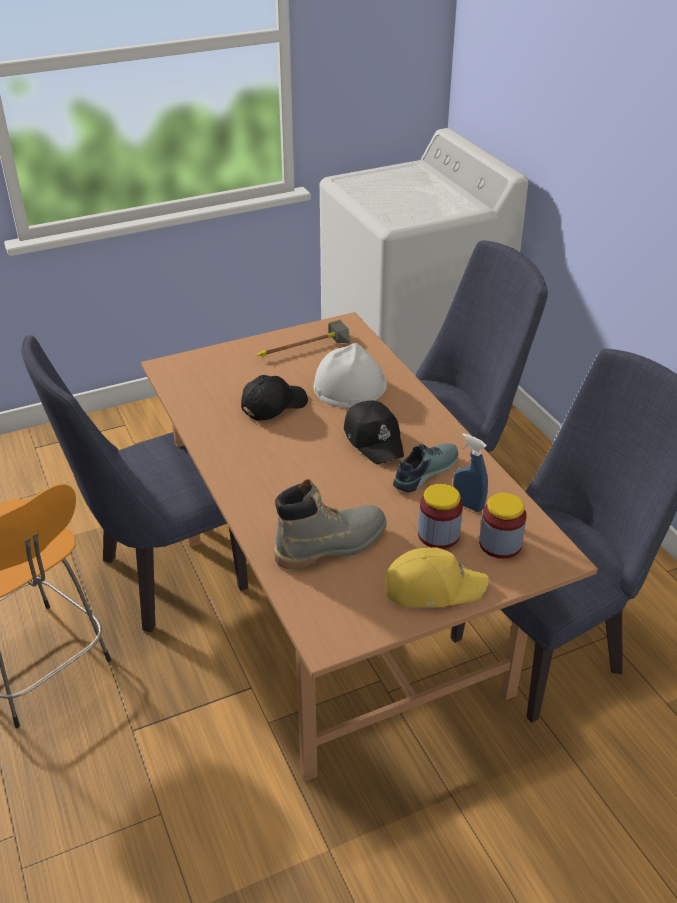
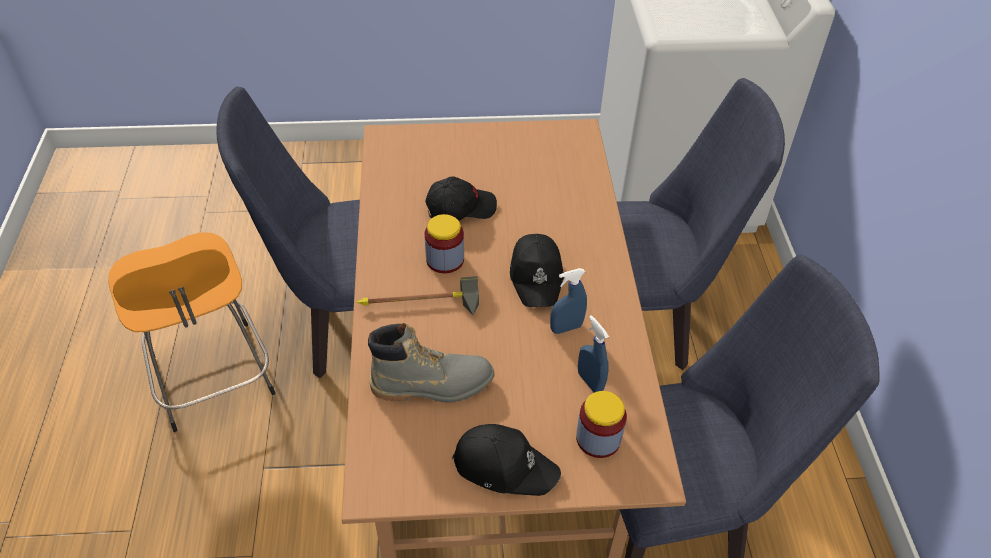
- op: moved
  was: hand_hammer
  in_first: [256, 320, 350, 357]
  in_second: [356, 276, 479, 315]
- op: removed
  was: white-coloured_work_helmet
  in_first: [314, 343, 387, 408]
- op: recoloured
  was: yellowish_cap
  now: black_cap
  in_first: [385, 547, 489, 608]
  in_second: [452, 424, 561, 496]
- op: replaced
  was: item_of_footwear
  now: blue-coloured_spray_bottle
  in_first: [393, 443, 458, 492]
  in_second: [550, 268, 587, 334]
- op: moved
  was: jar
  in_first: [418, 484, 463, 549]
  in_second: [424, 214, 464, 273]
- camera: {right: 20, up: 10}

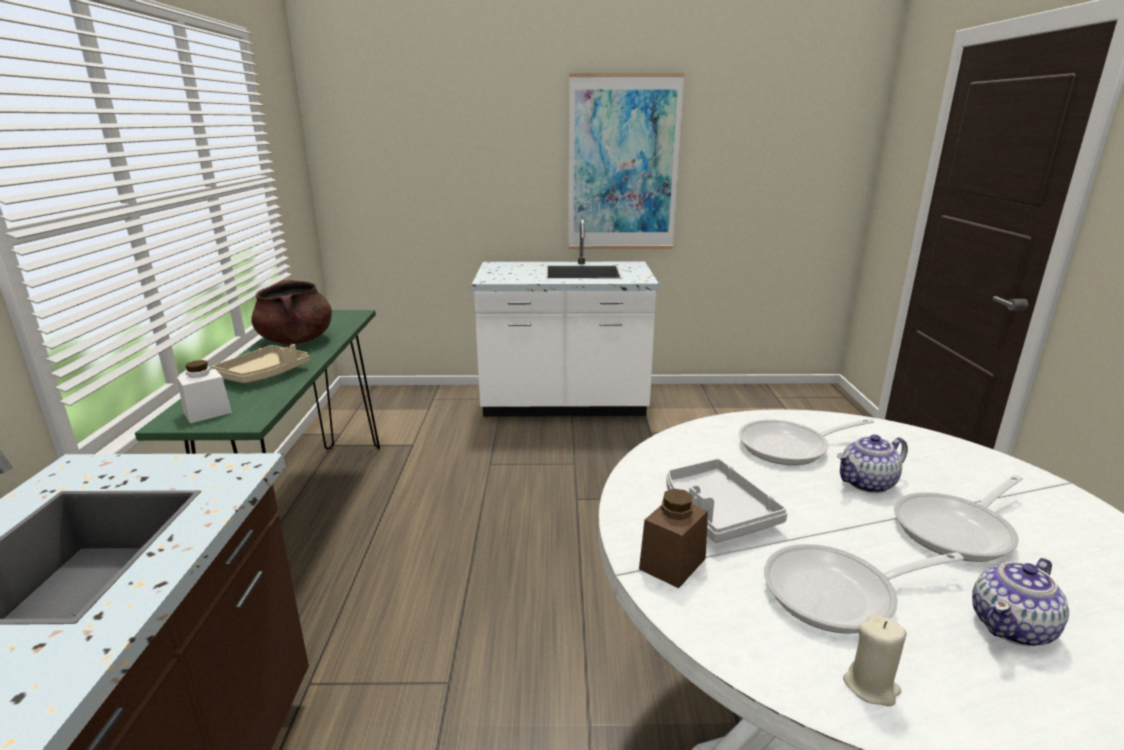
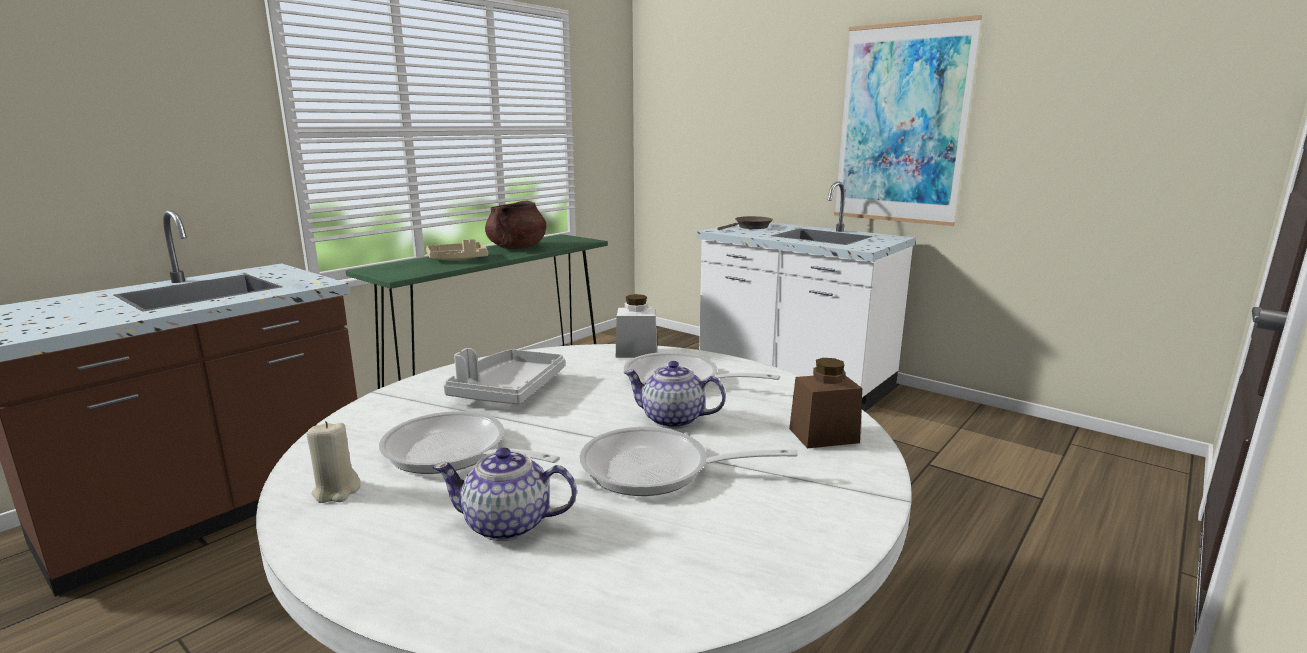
- op: moved
  was: white-coloured_jar
  in_first: [177, 360, 232, 423]
  in_second: [616, 294, 657, 358]
- op: moved
  was: brown-coloured_jar
  in_first: [639, 489, 708, 588]
  in_second: [789, 358, 862, 448]
- op: added
  now: brown-coloured_skillet
  in_second: [717, 216, 773, 230]
- camera: {right: 40, up: -5}

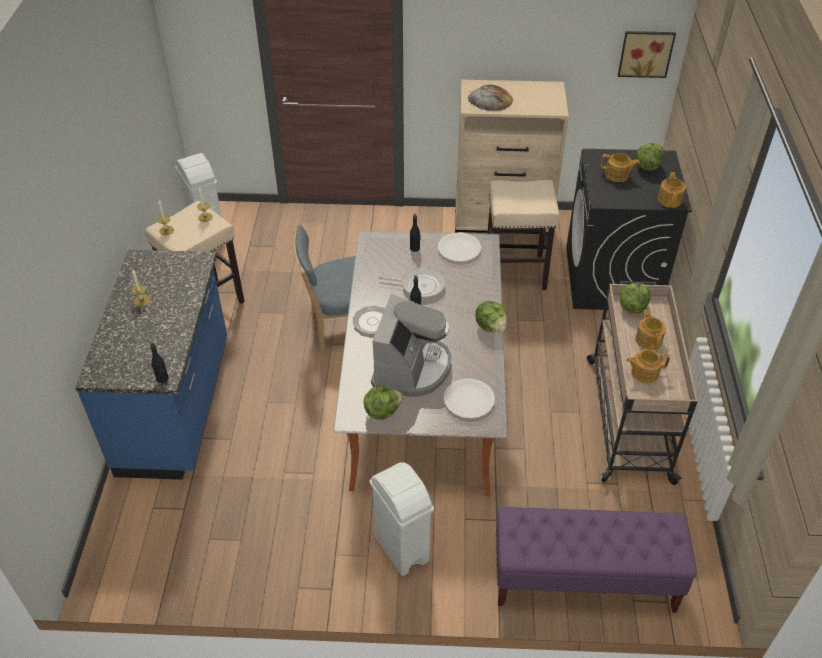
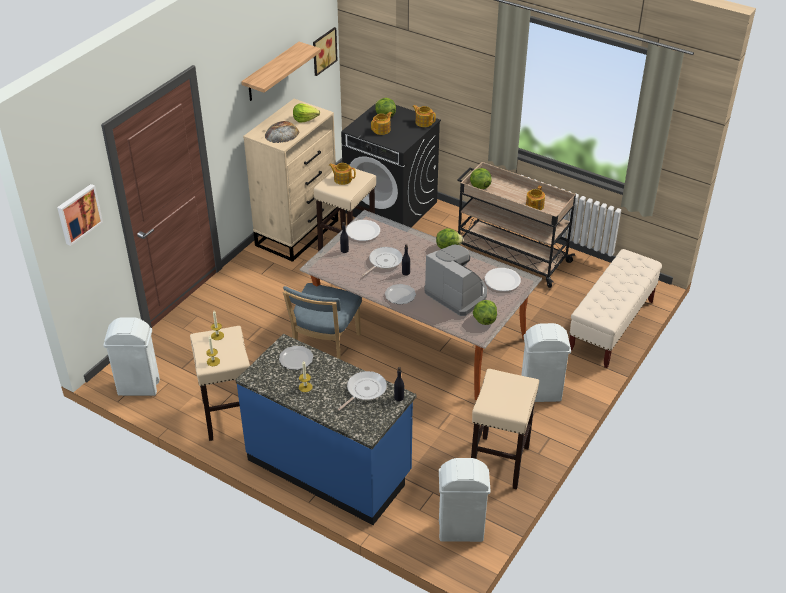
- op: recoloured
  was: purple-coloured_bench
  now: beige_bench
  in_first: [496, 507, 697, 613]
  in_second: [569, 249, 662, 368]
- op: moved
  was: tea_pot
  in_first: [635, 310, 666, 350]
  in_second: [329, 163, 356, 185]
- op: added
  now: wall_picture
  in_second: [57, 184, 103, 246]
- op: added
  now: bracket_shelf
  in_second: [241, 42, 321, 101]
- op: added
  now: plate
  in_second: [279, 346, 314, 370]
- op: added
  now: lettuce_head
  in_second: [293, 104, 320, 122]
- op: added
  now: skillet
  in_second: [338, 371, 387, 411]
- op: added
  now: white-coloured_rubbish_bin
  in_second: [439, 458, 491, 542]
- op: added
  now: beige_sitting_stool
  in_second: [471, 369, 539, 489]
- camera: {right: -60, up: -5}

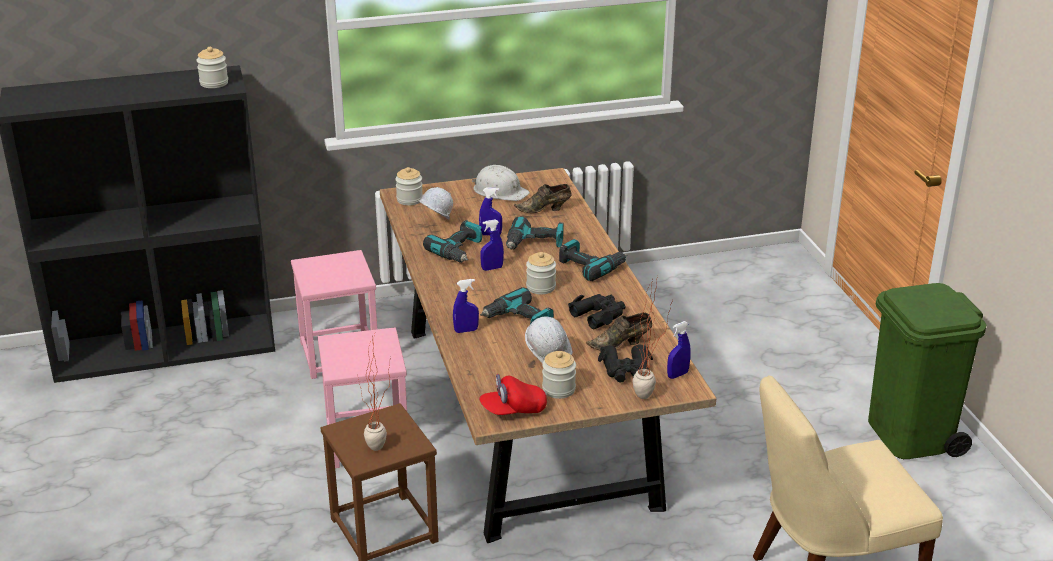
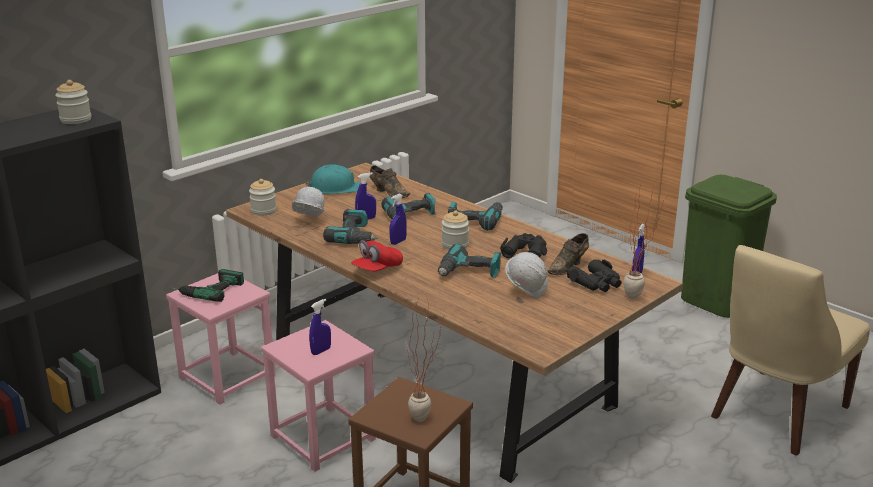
- op: moved
  was: blue-coloured_spray_bottle
  in_first: [453, 279, 479, 333]
  in_second: [309, 299, 331, 355]
- op: recoloured
  was: white-coloured_work_helmet
  now: blue-green_work_helmet
  in_first: [472, 165, 530, 201]
  in_second: [306, 164, 360, 194]
- op: moved
  was: red_cap
  in_first: [479, 374, 547, 415]
  in_second: [351, 240, 403, 271]
- op: turned
  was: brown-coloured_item_of_footwear
  in_first: [514, 184, 571, 213]
  in_second: [370, 165, 410, 198]
  clockwise: -105
- op: removed
  was: jar
  in_first: [542, 351, 576, 399]
- op: added
  now: power_drill
  in_second: [170, 269, 244, 302]
- camera: {right: -30, up: -5}

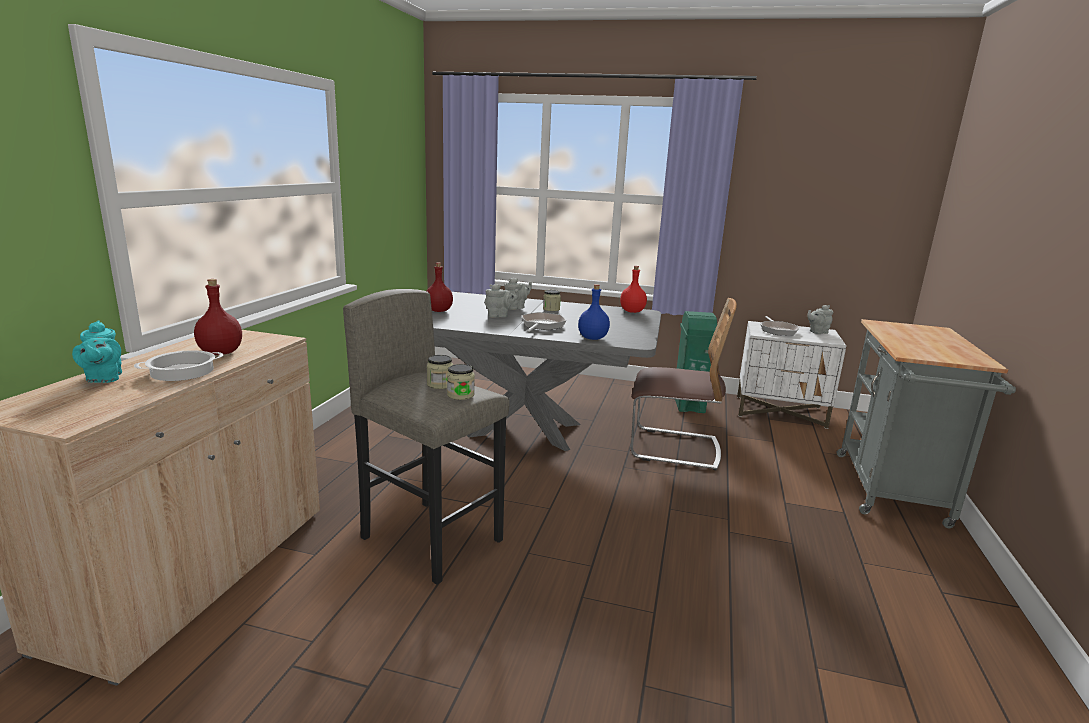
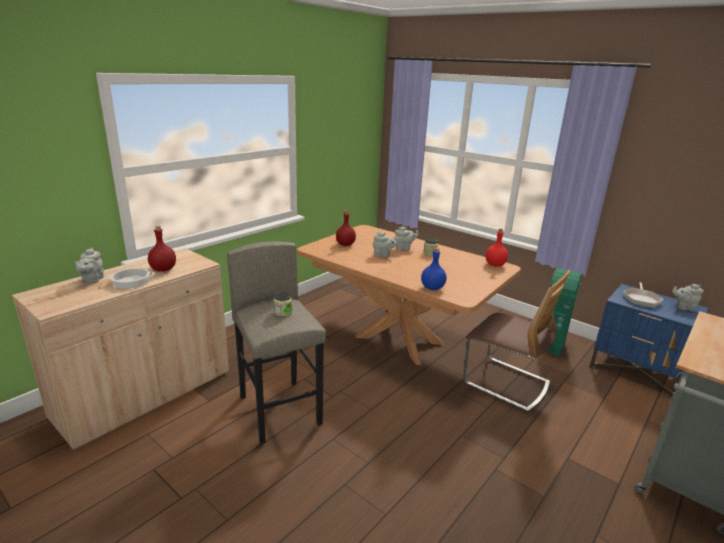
- op: recoloured
  was: blue-green_tea_pot
  now: grey_tea_pot
  in_first: [72, 320, 122, 383]
  in_second: [75, 247, 104, 284]
- op: recoloured
  was: grey_dinner_table
  now: brown-coloured_dinner_table
  in_first: [432, 292, 661, 451]
  in_second: [297, 225, 521, 365]
- op: removed
  was: jar
  in_first: [447, 364, 475, 400]
- op: removed
  was: skillet
  in_first: [522, 312, 566, 332]
- op: recoloured
  was: white-coloured_bedside_table
  now: blue-coloured_bedside_table
  in_first: [737, 321, 846, 429]
  in_second: [590, 284, 708, 397]
- camera: {right: 25, up: 5}

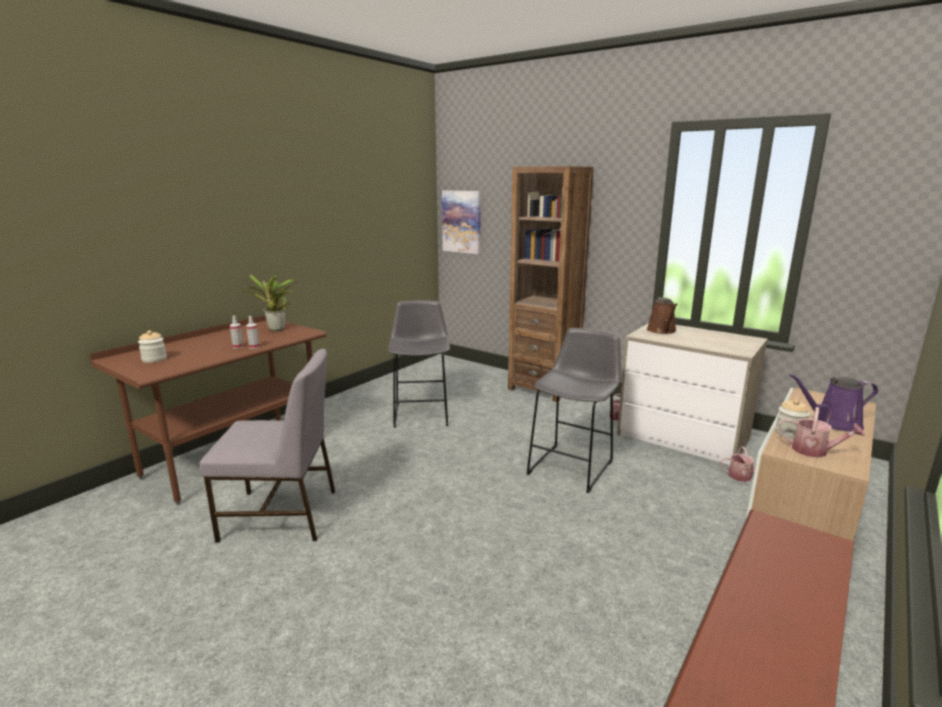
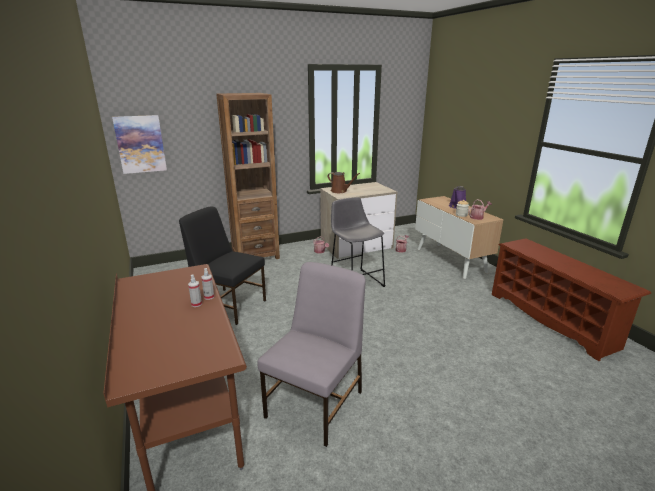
- op: removed
  was: jar
  in_first: [138, 330, 167, 363]
- op: removed
  was: potted_plant
  in_first: [242, 275, 298, 331]
- op: replaced
  was: grey_sitting_stool
  now: black_plain_chair
  in_first: [388, 300, 450, 428]
  in_second: [179, 206, 266, 325]
- camera: {right: -60, up: 5}

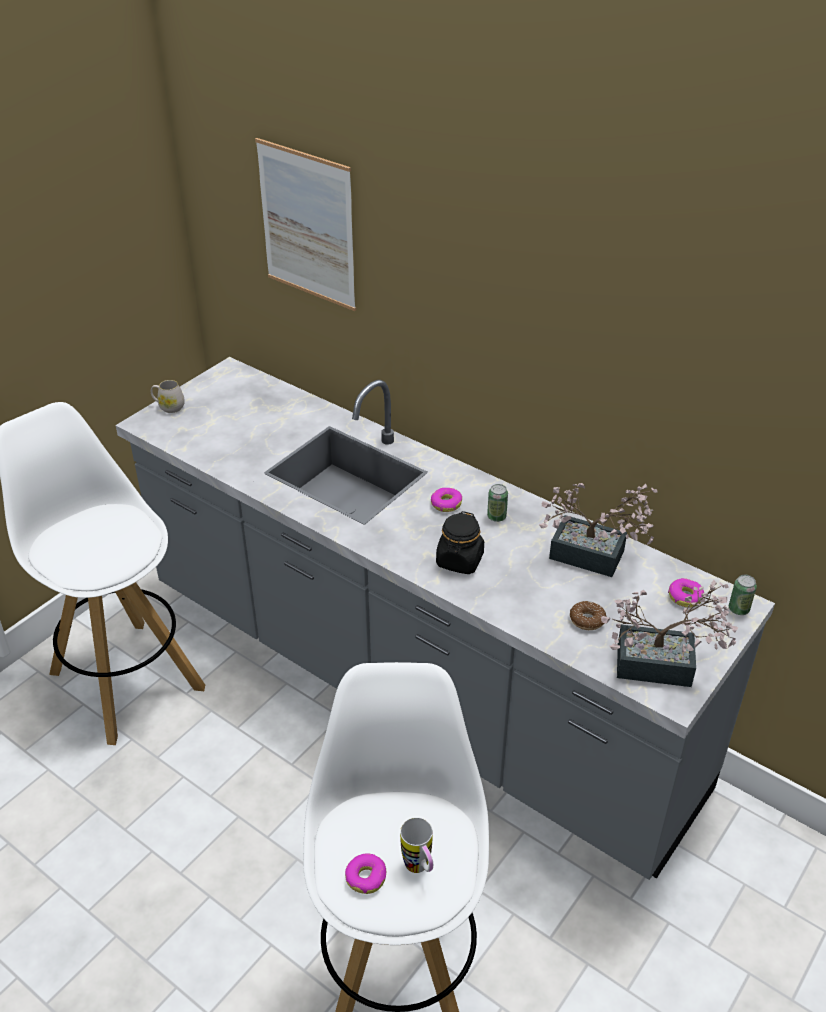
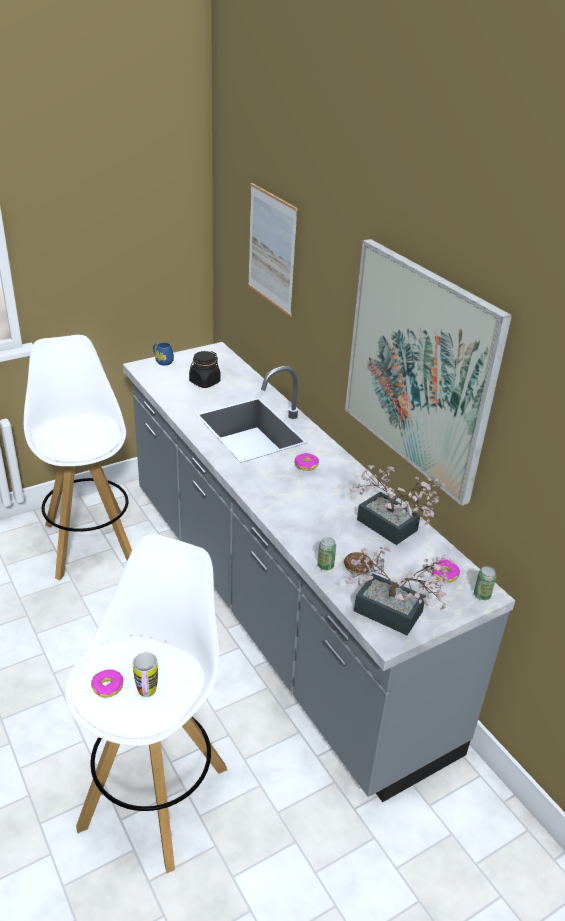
- op: recoloured
  was: white-coloured_coffee_mug
  now: blue-coloured_coffee_mug
  in_first: [151, 380, 185, 413]
  in_second: [153, 342, 174, 366]
- op: moved
  was: black_jar
  in_first: [436, 511, 484, 574]
  in_second: [189, 351, 221, 388]
- op: moved
  was: metal_can
  in_first: [487, 484, 508, 522]
  in_second: [317, 537, 336, 570]
- op: added
  now: wall_picture
  in_second: [345, 239, 512, 506]
- camera: {right: 20, up: -5}

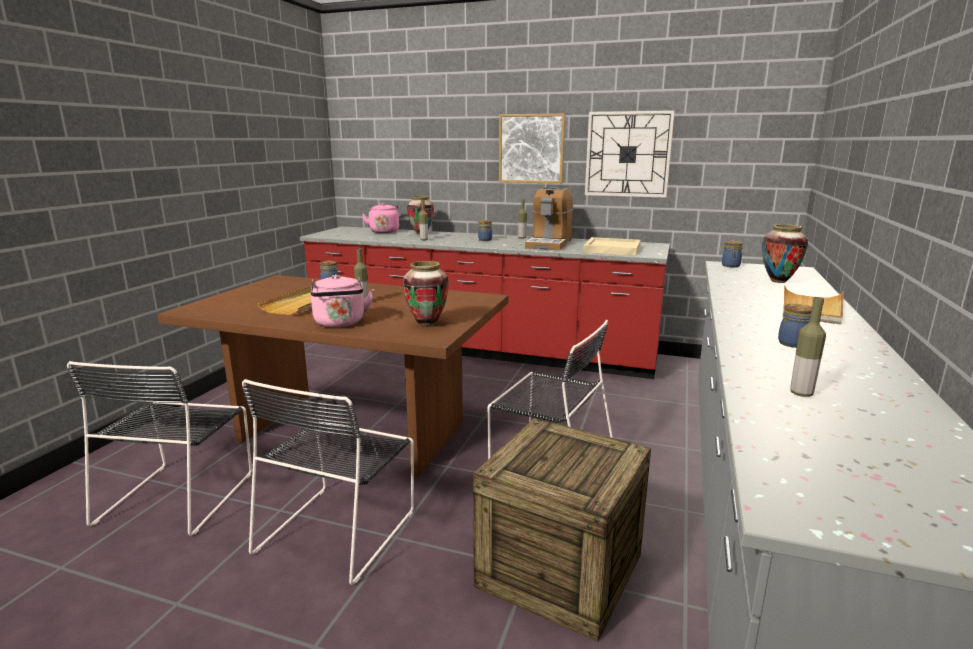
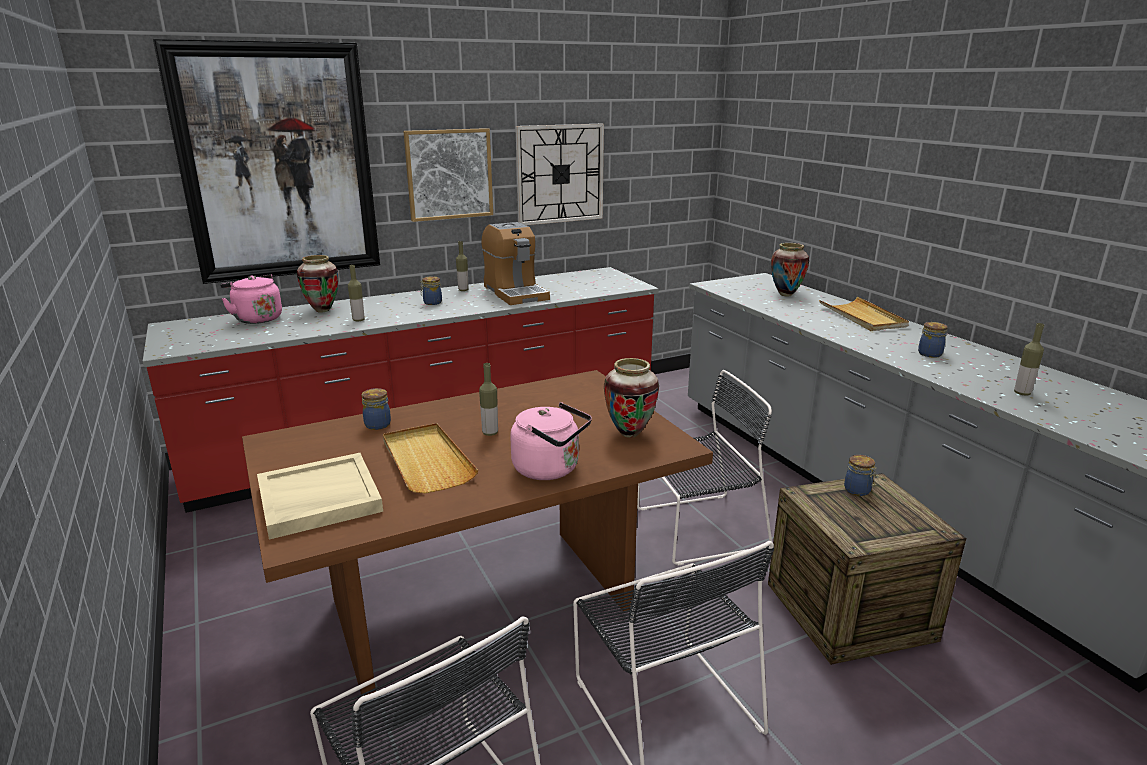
- op: moved
  was: beige_serving_tray
  in_first: [583, 237, 641, 256]
  in_second: [257, 453, 383, 540]
- op: moved
  was: jar
  in_first: [722, 241, 743, 267]
  in_second: [844, 455, 877, 496]
- op: added
  now: wall_picture
  in_second: [153, 39, 380, 284]
- camera: {right: -45, up: 5}

